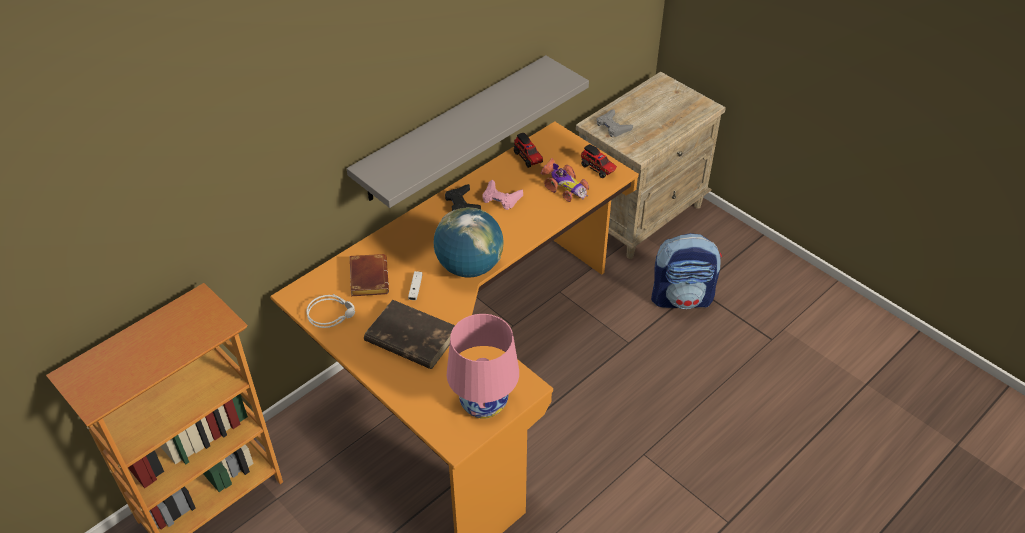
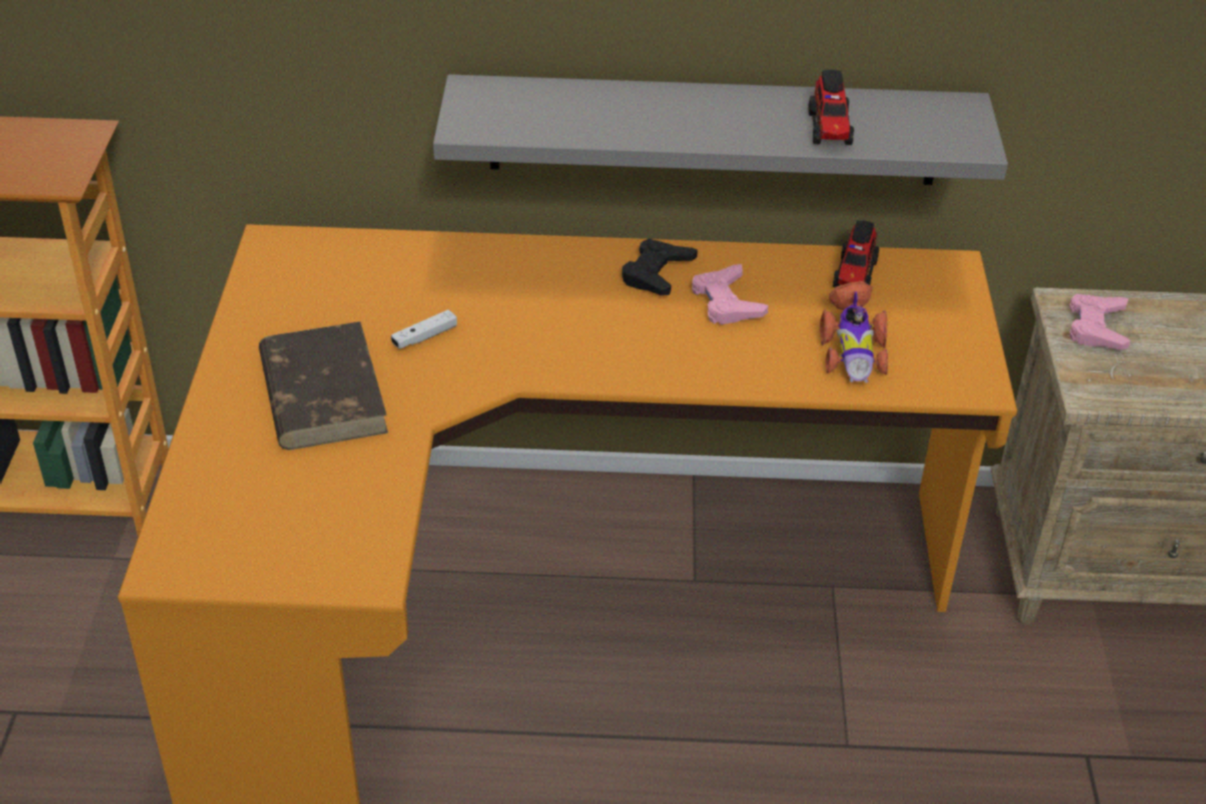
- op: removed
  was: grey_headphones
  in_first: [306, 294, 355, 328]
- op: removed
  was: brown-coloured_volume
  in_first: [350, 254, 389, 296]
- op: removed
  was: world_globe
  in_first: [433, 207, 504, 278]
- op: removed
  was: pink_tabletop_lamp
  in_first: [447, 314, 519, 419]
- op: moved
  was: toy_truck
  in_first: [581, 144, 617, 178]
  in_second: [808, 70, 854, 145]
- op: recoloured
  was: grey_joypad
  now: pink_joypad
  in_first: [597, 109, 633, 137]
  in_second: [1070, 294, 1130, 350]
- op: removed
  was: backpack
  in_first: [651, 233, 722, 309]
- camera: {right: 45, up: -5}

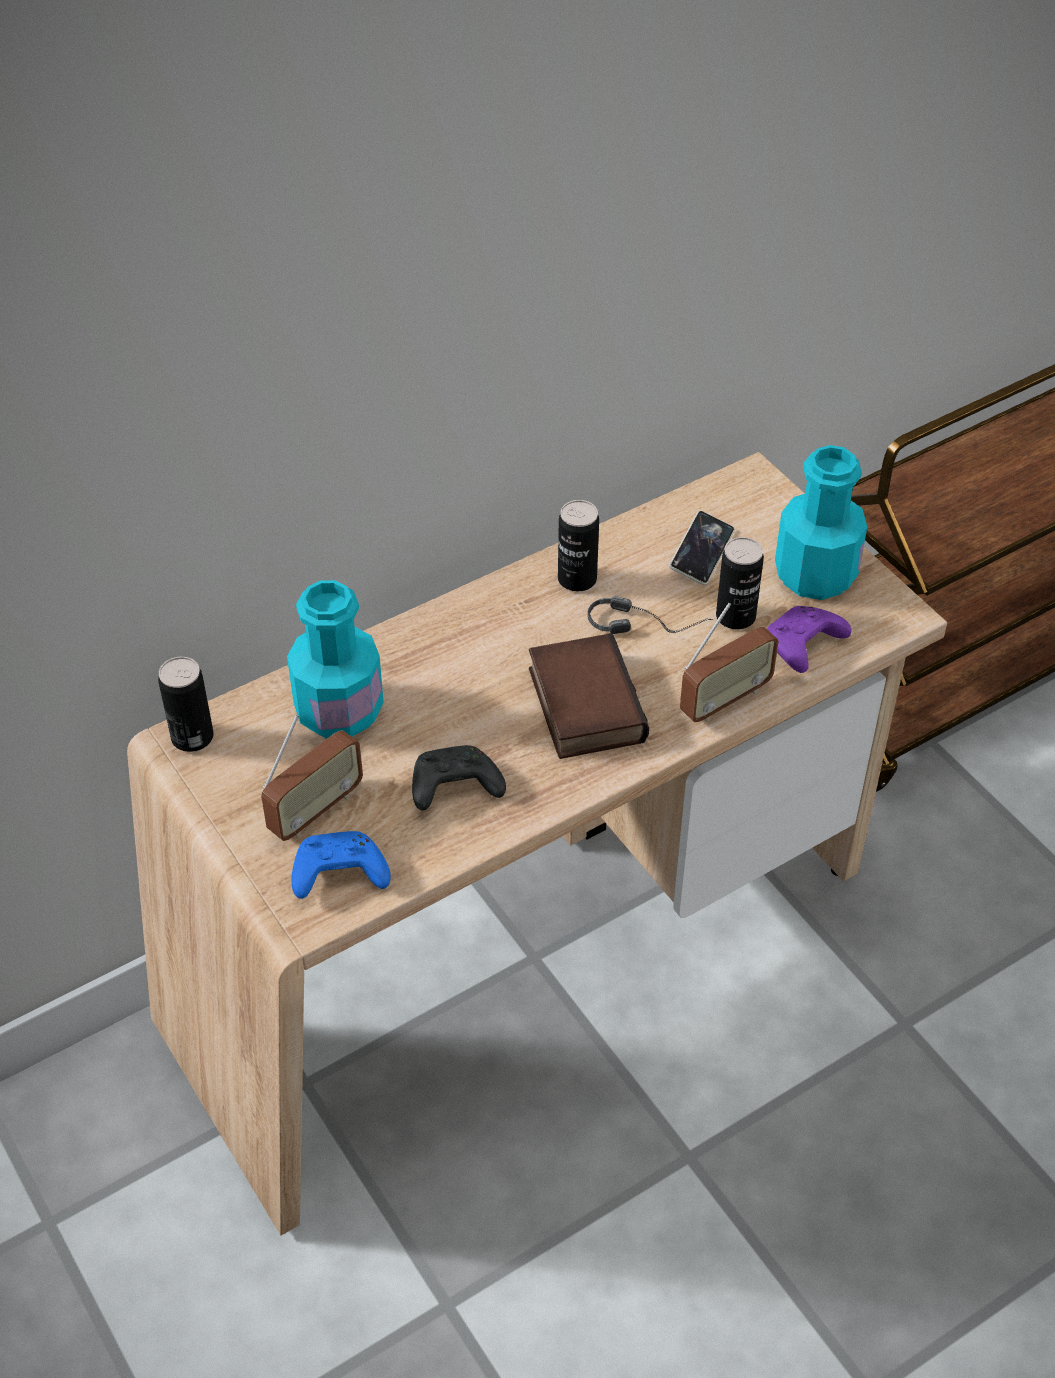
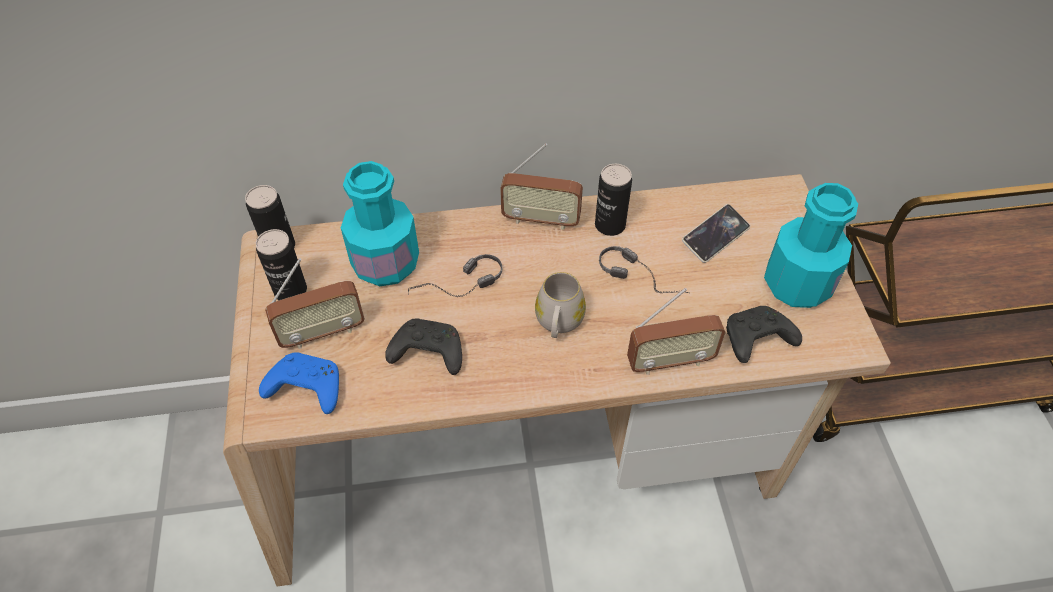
- op: replaced
  was: volume
  now: white-coloured_coffee_mug
  in_first: [529, 633, 649, 759]
  in_second: [535, 272, 586, 338]
- op: moved
  was: metal_can
  in_first: [716, 537, 764, 629]
  in_second: [256, 229, 307, 300]
- op: recoloured
  was: purple-coloured_joypad
  now: black_joypad
  in_first: [767, 606, 851, 673]
  in_second: [726, 306, 802, 363]
- op: added
  now: headphones
  in_second: [408, 254, 502, 297]
- op: added
  now: radio_set
  in_second: [500, 143, 583, 230]
- camera: {right: 25, up: 5}

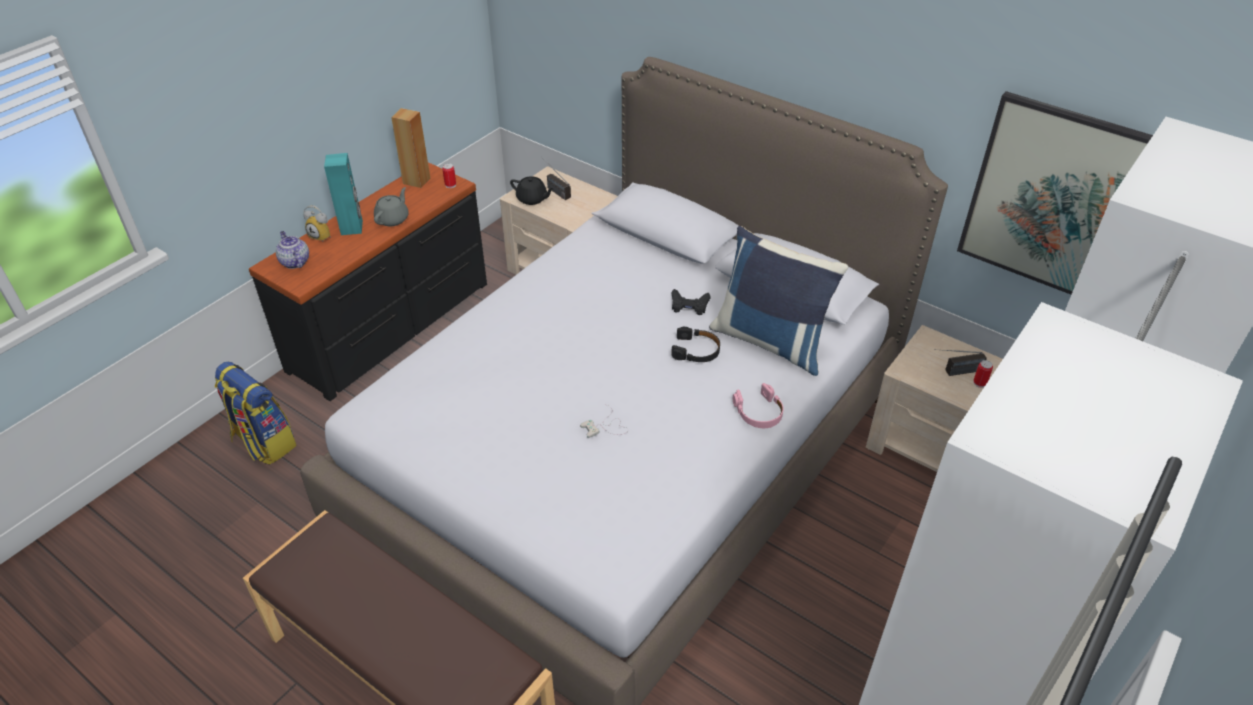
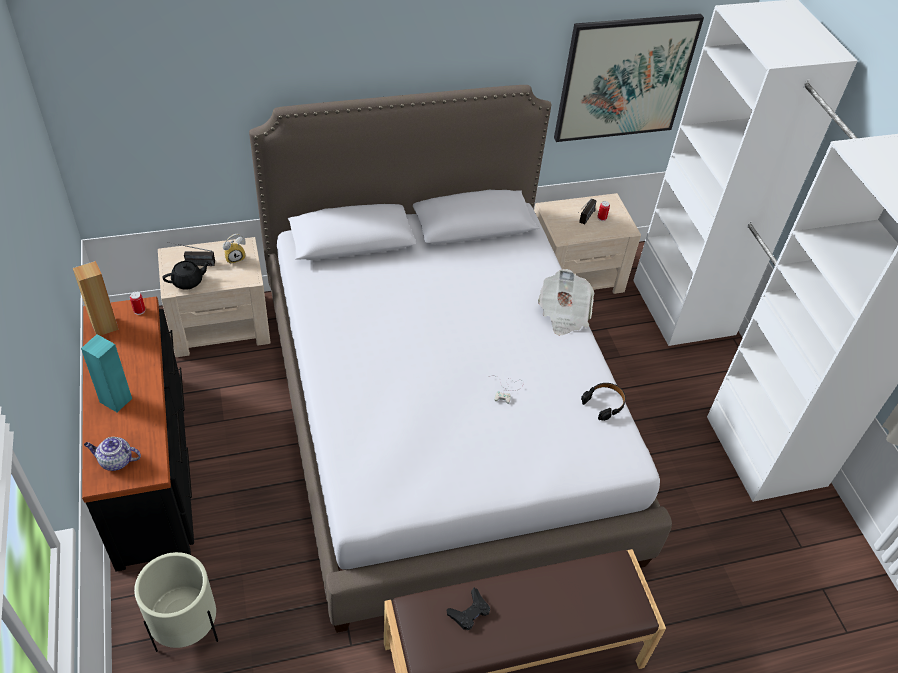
- op: replaced
  was: backpack
  now: beige_flower_pot
  in_first: [215, 362, 297, 465]
  in_second: [134, 552, 218, 652]
- op: moved
  was: alarm_clock
  in_first: [303, 205, 331, 241]
  in_second: [223, 234, 246, 264]
- op: removed
  was: grey_tea_pot
  in_first: [374, 187, 409, 226]
- op: moved
  was: black_headphones
  in_first: [671, 327, 720, 362]
  in_second: [581, 383, 626, 421]
- op: moved
  was: black_joypad
  in_first: [672, 289, 711, 315]
  in_second: [447, 588, 490, 630]
- op: removed
  was: blue-coloured_pillow
  in_first: [709, 226, 848, 376]
- op: replaced
  was: pink_headphones
  now: newspaper
  in_first: [733, 383, 784, 428]
  in_second: [538, 269, 594, 336]
- camera: {right: -55, up: 5}

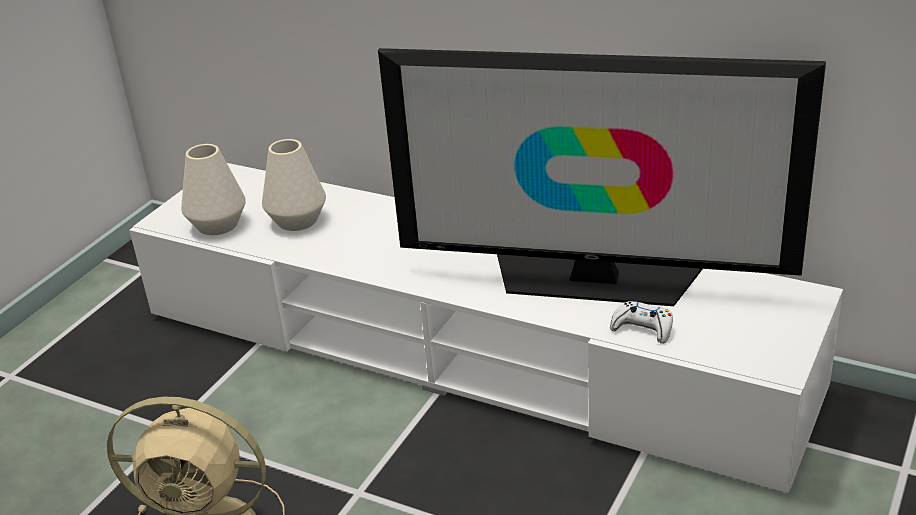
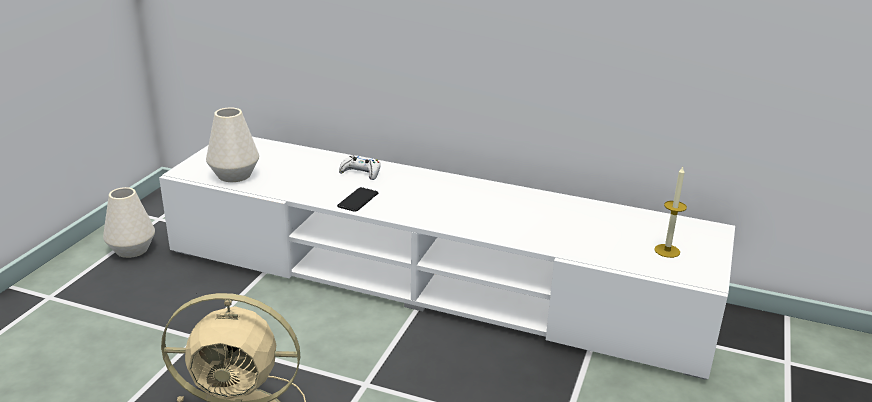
- op: moved
  was: white-coloured_flower_vase
  in_first: [262, 139, 326, 231]
  in_second: [103, 187, 155, 258]
- op: removed
  was: TV_set
  in_first: [378, 48, 826, 306]
- op: moved
  was: white-coloured_joypad
  in_first: [610, 301, 673, 344]
  in_second: [339, 155, 381, 180]
- op: added
  now: phone
  in_second: [337, 187, 378, 212]
- op: added
  now: candle
  in_second: [654, 167, 687, 258]
- camera: {right: -10, up: -5}

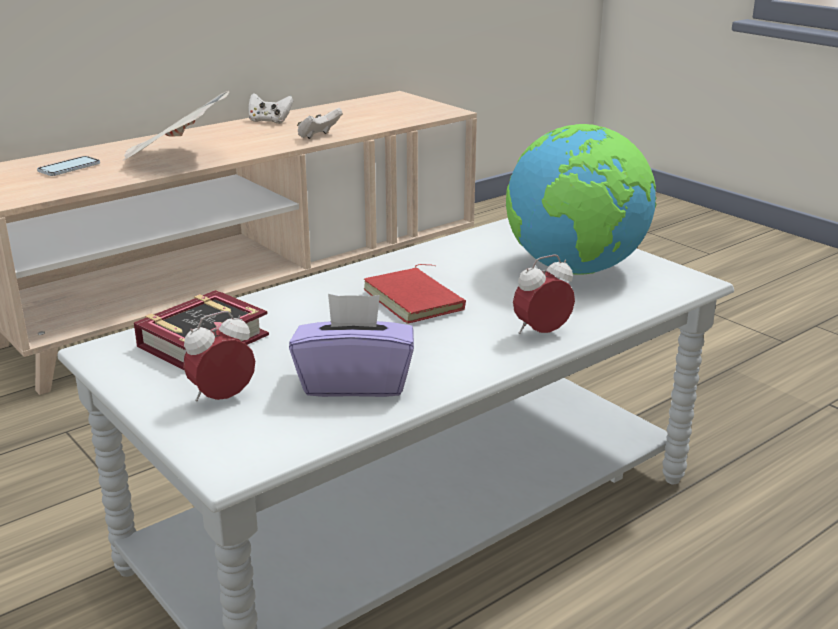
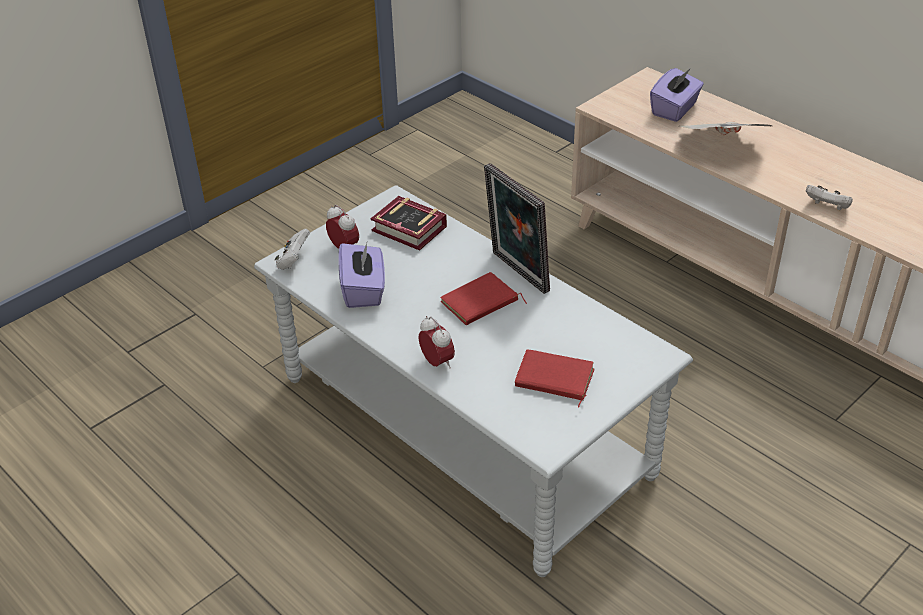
- op: replaced
  was: phone
  now: purple-coloured_tissue_box
  in_first: [37, 156, 100, 176]
  in_second: [650, 68, 704, 122]
- op: moved
  was: white-coloured_joypad
  in_first: [248, 93, 293, 124]
  in_second: [275, 229, 310, 270]
- op: replaced
  was: world_globe
  now: red_volume
  in_first: [506, 124, 657, 275]
  in_second: [515, 350, 594, 407]
- op: added
  now: standing_frame
  in_second: [484, 163, 550, 294]
- camera: {right: 85, up: 15}

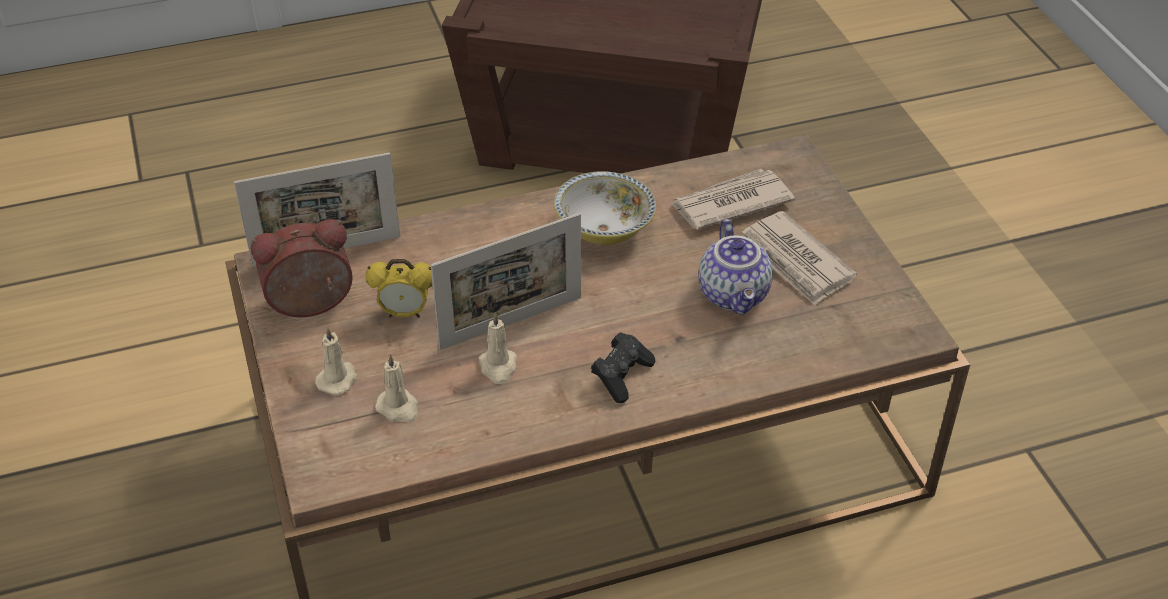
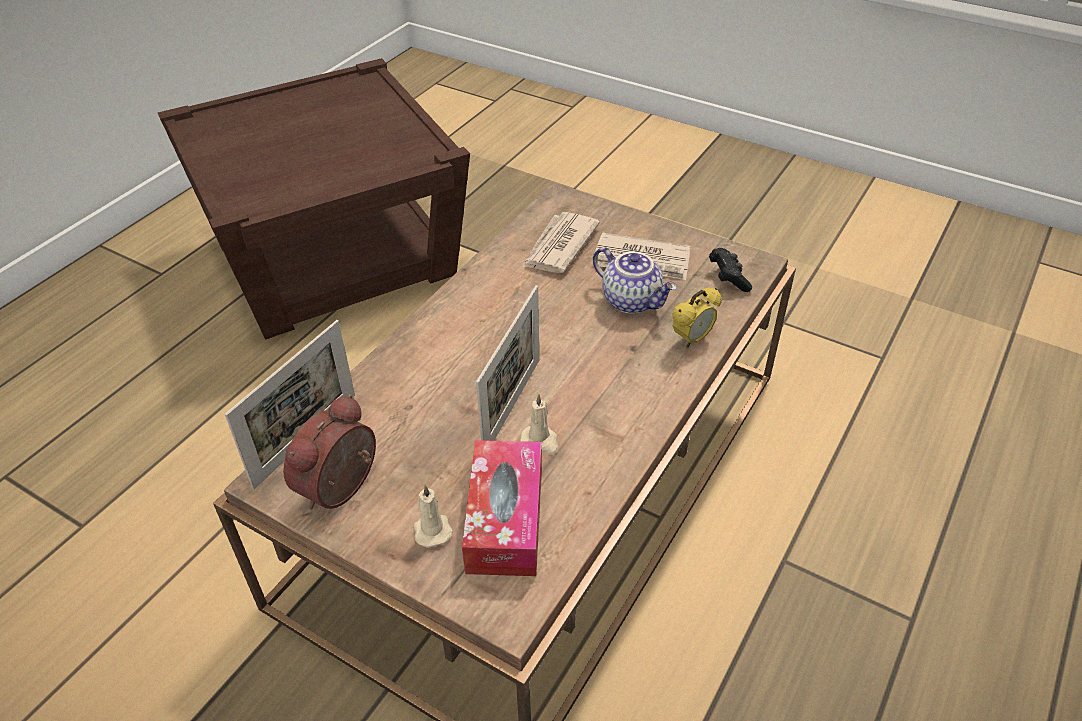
- op: moved
  was: alarm_clock
  in_first: [365, 259, 433, 318]
  in_second: [672, 288, 722, 348]
- op: replaced
  was: beige_candle
  now: tissue_box
  in_first: [375, 354, 418, 422]
  in_second: [462, 440, 542, 576]
- op: removed
  was: bowl
  in_first: [554, 171, 656, 245]
- op: moved
  was: black_joypad
  in_first: [591, 332, 655, 403]
  in_second: [709, 248, 752, 292]
- camera: {right: -40, up: 0}

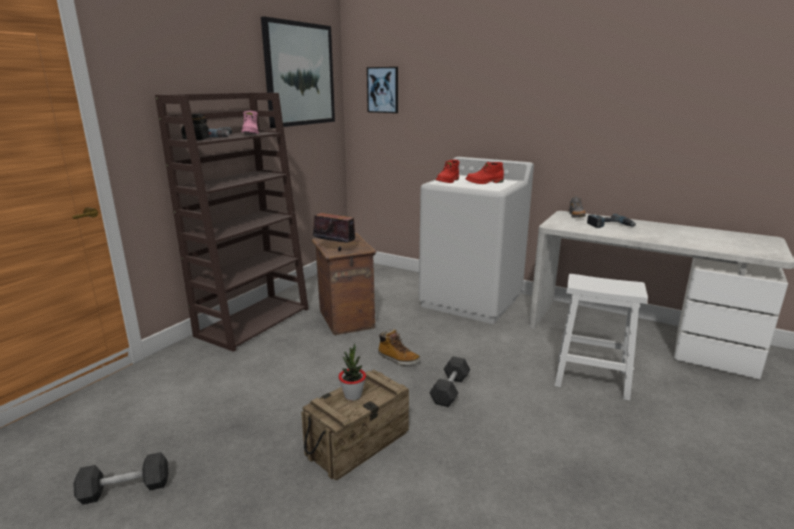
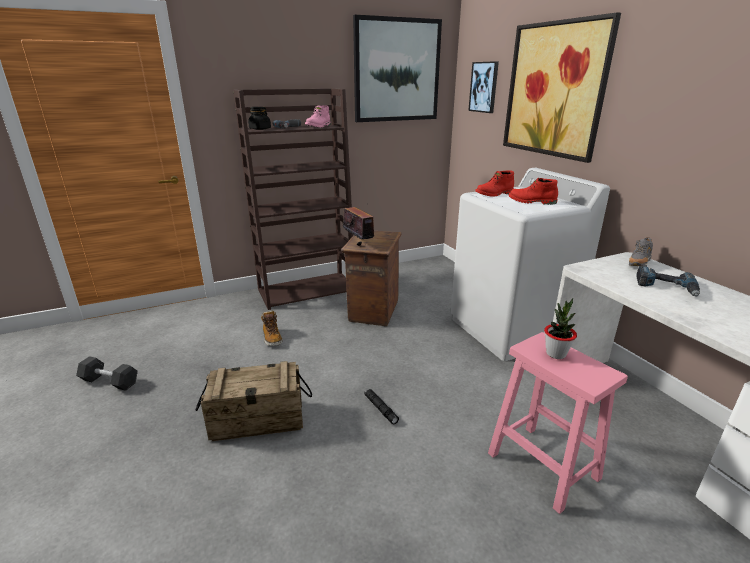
- op: moved
  was: potted_plant
  in_first: [339, 343, 366, 401]
  in_second: [544, 298, 577, 359]
- op: moved
  was: boot
  in_first: [378, 329, 420, 366]
  in_second: [261, 311, 282, 346]
- op: replaced
  was: black_hand_weight
  now: black_torch
  in_first: [429, 356, 471, 407]
  in_second: [364, 389, 399, 424]
- op: recoloured
  was: white-coloured_sitting_stool
  now: pink_sitting_stool
  in_first: [555, 274, 648, 401]
  in_second: [488, 332, 628, 514]
- op: added
  now: wall_picture
  in_second: [503, 12, 621, 163]
- camera: {right: 35, up: 5}

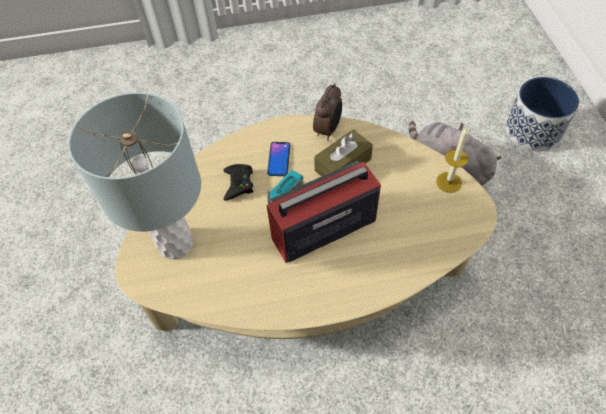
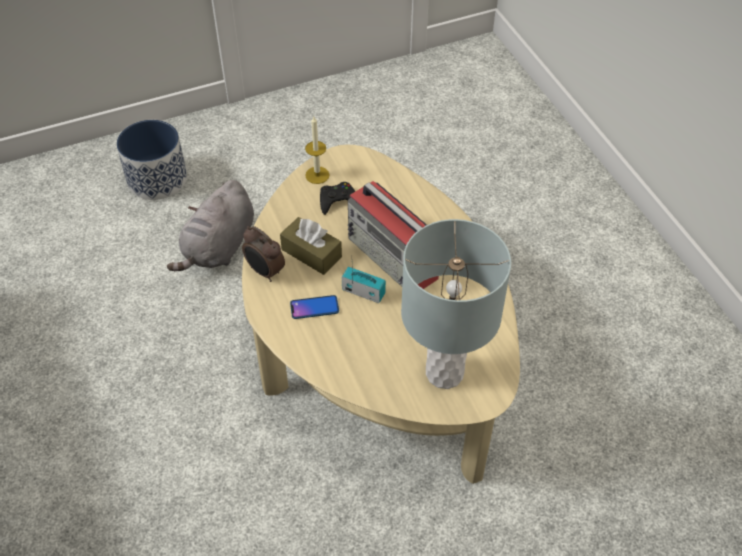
- op: moved
  was: black_joypad
  in_first: [223, 164, 253, 201]
  in_second: [320, 182, 355, 215]
- op: turned
  was: alarm_clock
  in_first: [313, 83, 342, 140]
  in_second: [242, 226, 285, 282]
  clockwise: -150
- camera: {right: -105, up: -5}

